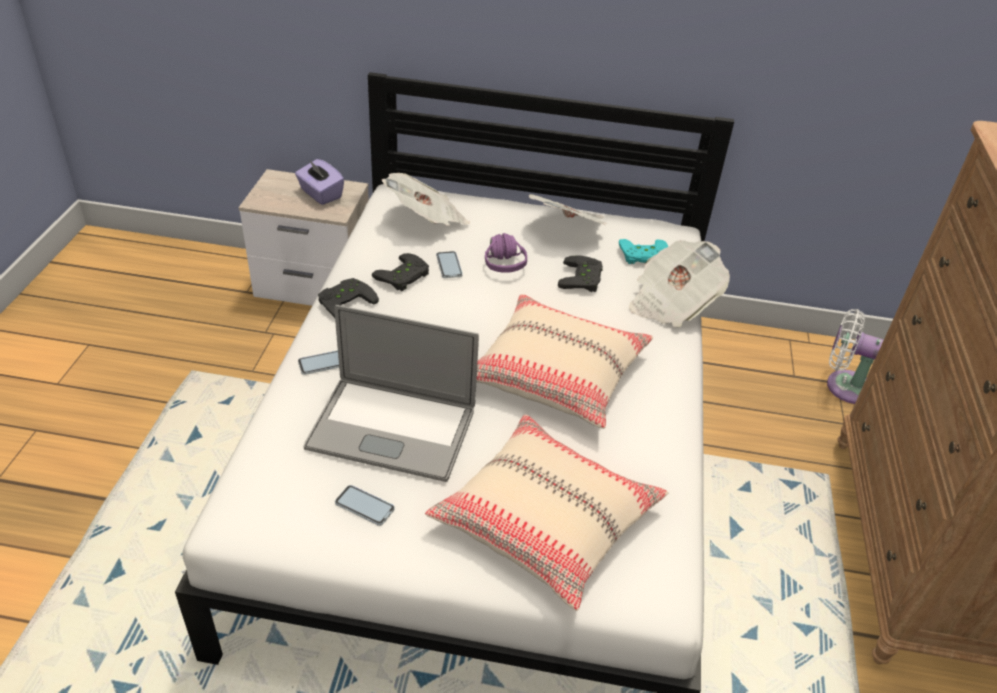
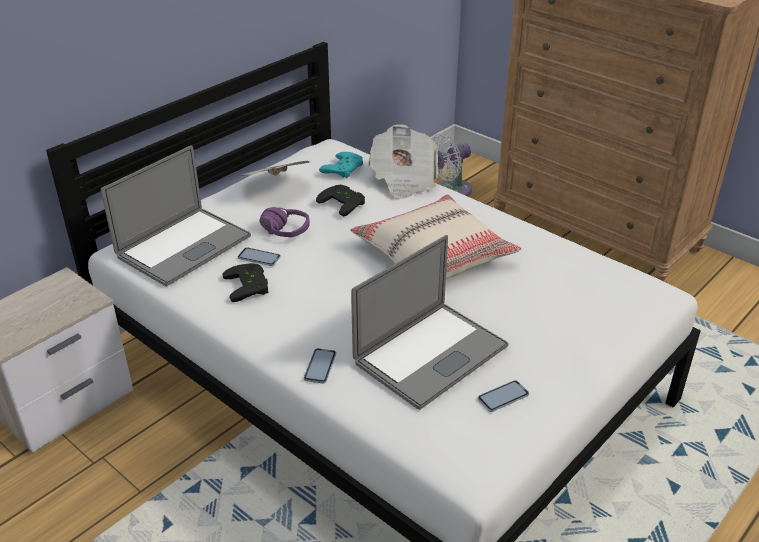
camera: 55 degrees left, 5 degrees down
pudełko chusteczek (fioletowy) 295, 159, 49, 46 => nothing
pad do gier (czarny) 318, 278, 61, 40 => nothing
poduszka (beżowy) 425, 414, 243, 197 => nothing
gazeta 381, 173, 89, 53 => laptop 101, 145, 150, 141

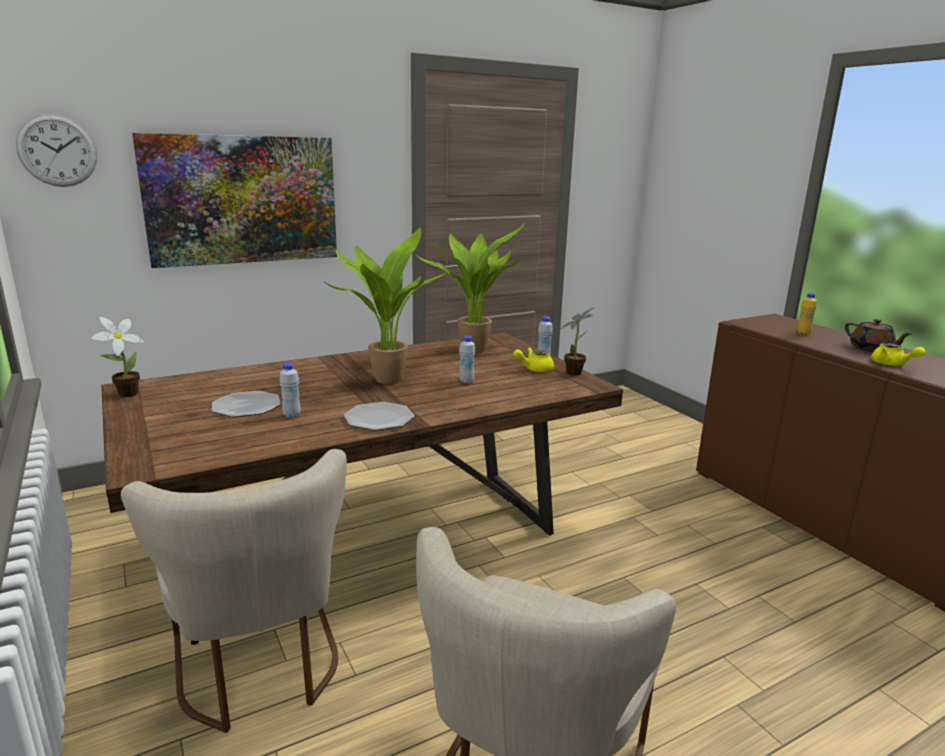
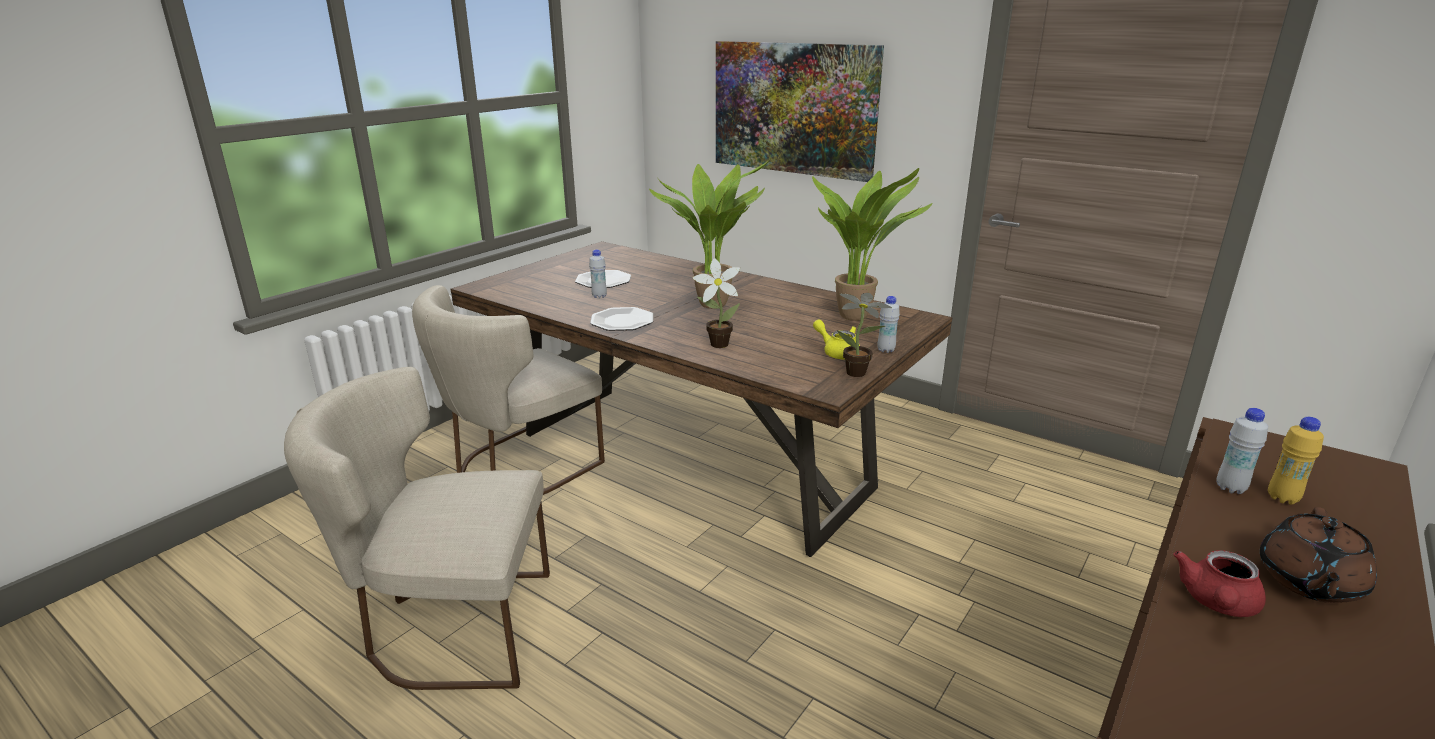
camera: 65 degrees right, 5 degrees up
zegar ścienny 16, 114, 81, 73 => nothing
roślina doniczkowa 91, 317, 53, 80 => roślina doniczkowa 693, 258, 47, 90, shifted
butelka (biały) 459, 335, 16, 49 => butelka (biały) 1216, 408, 52, 86, shifted
imbryk (żółty) 871, 343, 54, 23 => imbryk (czerwony) 1174, 550, 92, 67

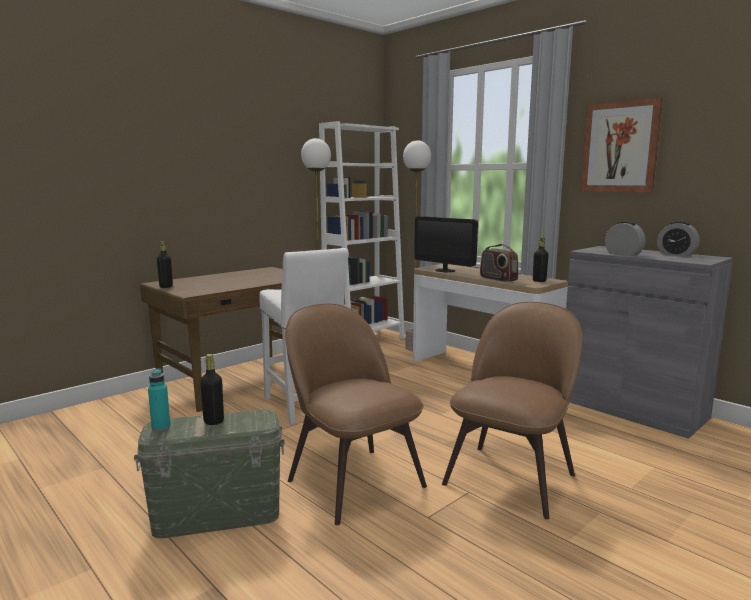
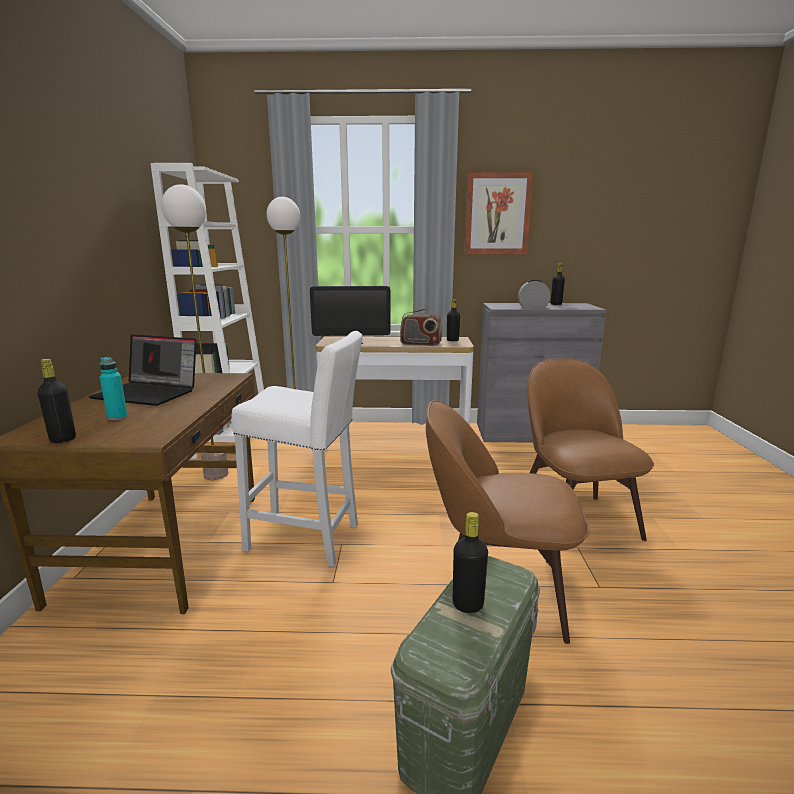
camera: 45 degrees left, 5 degrees up
nothing => laptop 89, 335, 108, 71
butelka (turkusowy) 148, 368, 22, 63 => butelka (turkusowy) 100, 357, 28, 63, shifted
budzik 657, 221, 43, 35 => butelka (czarny) 551, 263, 14, 42

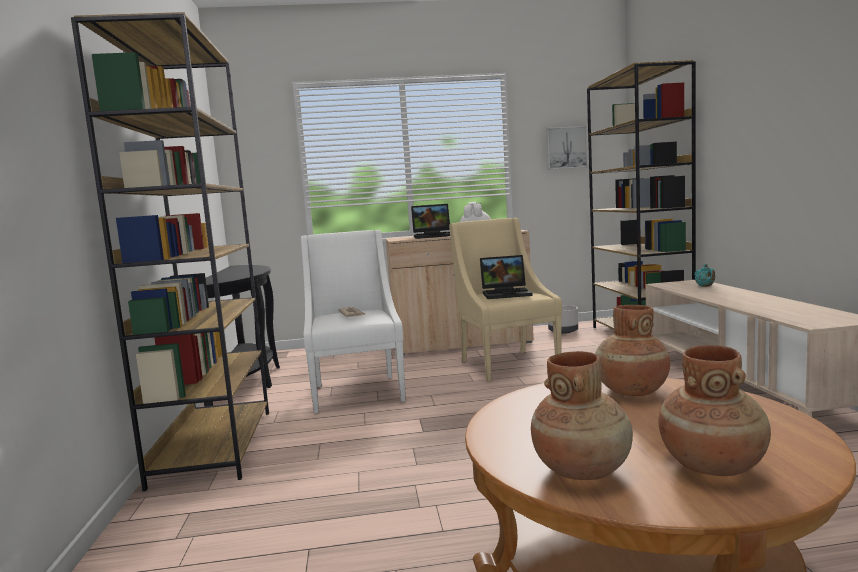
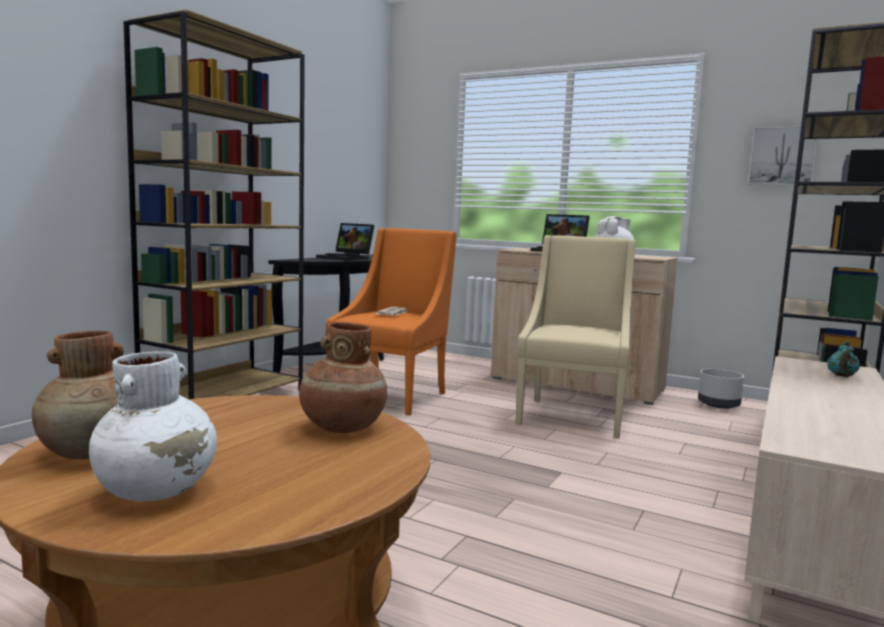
camera: 35 degrees right, 0 degrees up
laptop 480, 255, 53, 44 => laptop 316, 223, 58, 38, shifted
fotel (biały) 301, 230, 105, 184 => fotel (pomarańczowy) 326, 228, 131, 188
wazon (brązowy) 658, 345, 113, 131 => wazon (biały) 89, 351, 128, 150

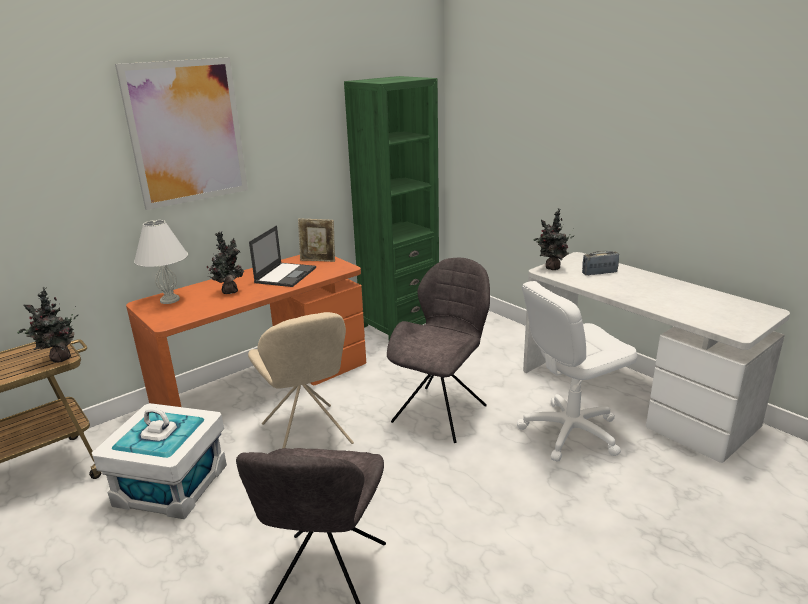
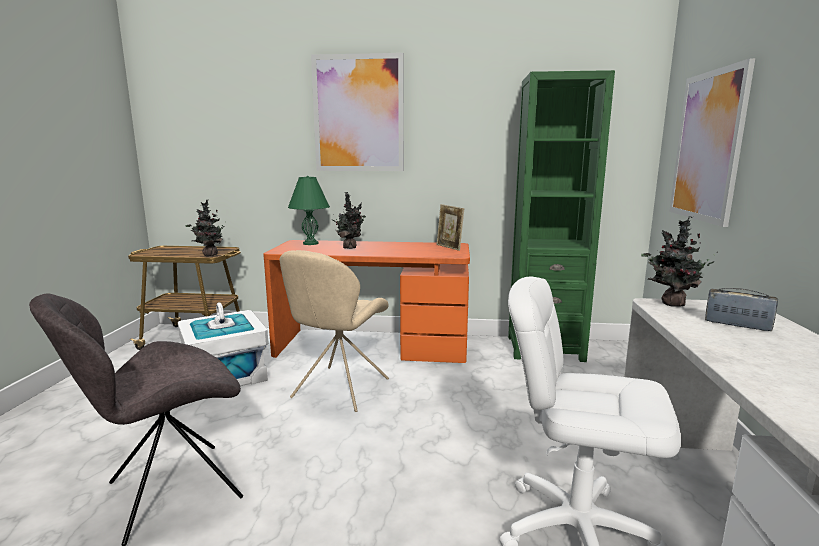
camera: 45 degrees right, 10 degrees down
laptop 249, 225, 67, 62 => nothing
krzesło (szary) 387, 258, 103, 185 => nothing
nothing => obraz 669, 58, 86, 169
lampa stołowa (biały) 134, 220, 54, 84 => lampa stołowa (zielony) 288, 176, 42, 69

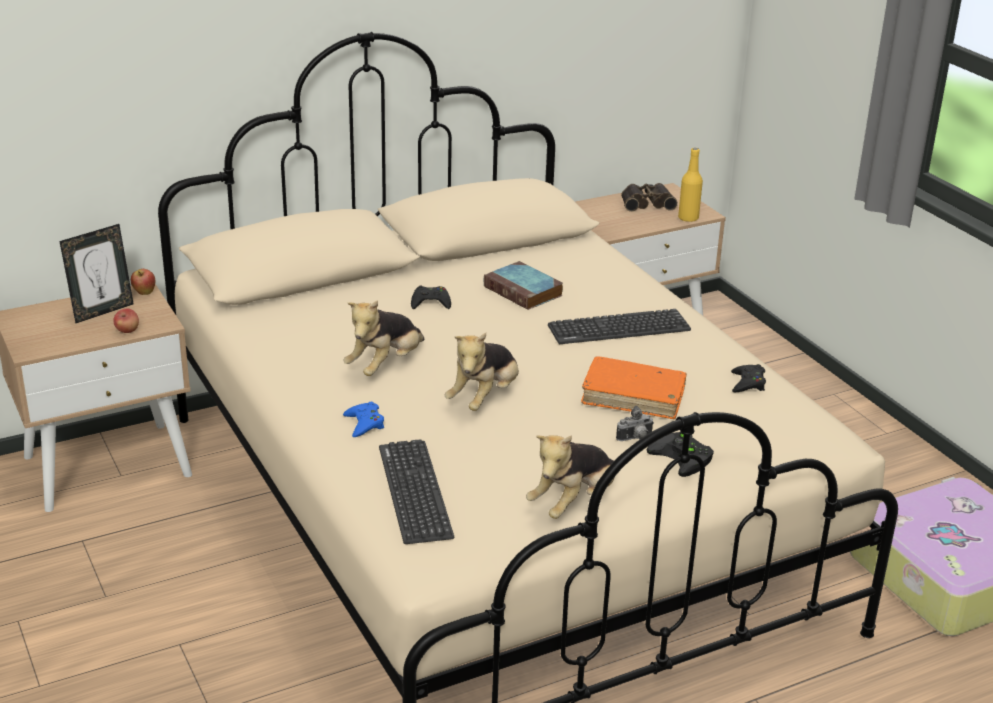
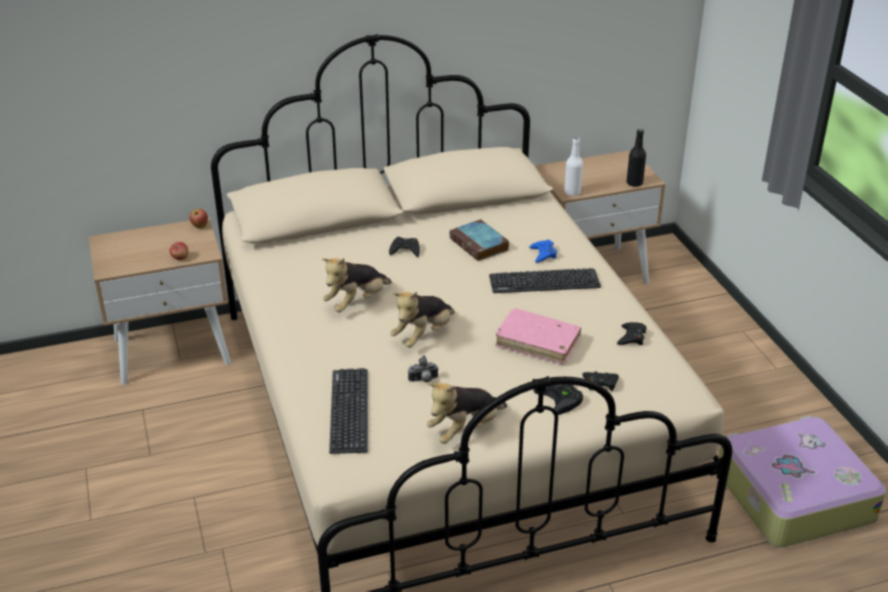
camera: 10 degrees right, 5 degrees up
ramka na zdjęcie 59, 224, 75, 99 => nothing
lornetka 621, 183, 57, 29 => nothing
nothing => butelka (biały) 564, 137, 19, 59
nothing => pad do gier (czarny) 583, 371, 36, 20
pad do gier (niebieski) 343, 402, 41, 35 => pad do gier (niebieski) 529, 240, 28, 23, shifted
aparat fotograficzny 616, 405, 38, 36 => aparat fotograficzny 408, 356, 31, 27, shifted
książka (pomarańczowy) 581, 356, 106, 63 => książka (różowy) 495, 308, 86, 57
butelka (żółty) 678, 148, 25, 74 => butelka (czarny) 627, 129, 19, 58

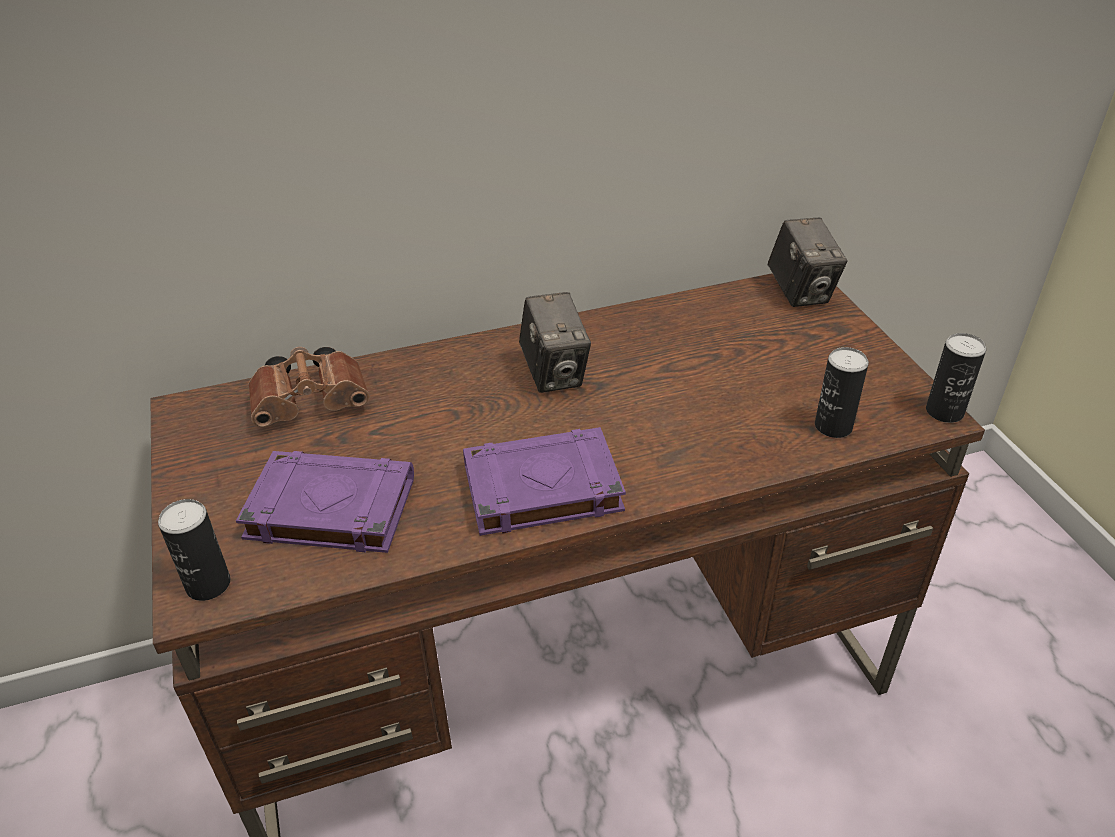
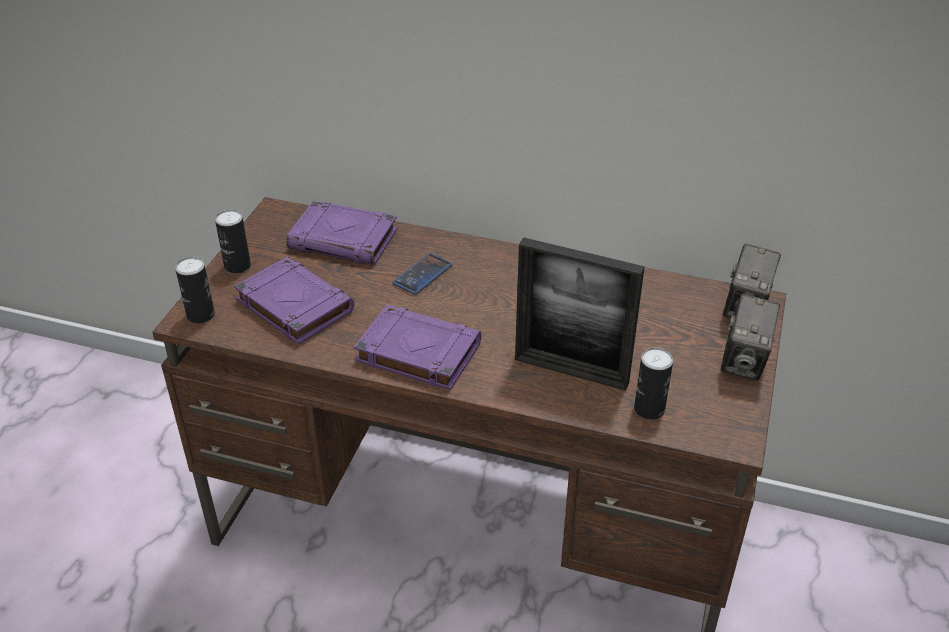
camera: 35 degrees right, 0 degrees up
nothing => telefon 392, 253, 61, 42
nothing => ramka na zdjęcie 515, 237, 130, 154
aparat fotograficzny 519, 292, 72, 101 => aparat fotograficzny 721, 294, 59, 86, shifted
puszka 926, 333, 60, 90 => puszka 215, 210, 36, 64, shifted
lornetka (brązowy) 248, 347, 122, 80 => książka (fioletowy) 286, 201, 111, 64

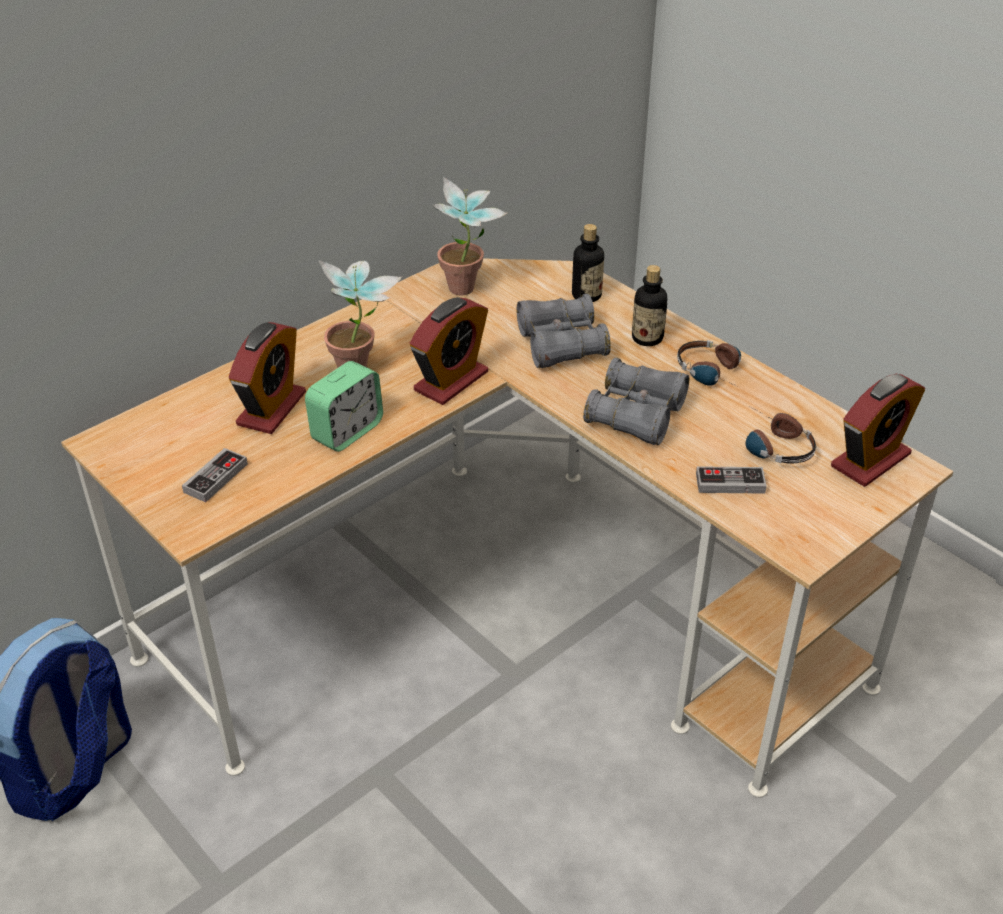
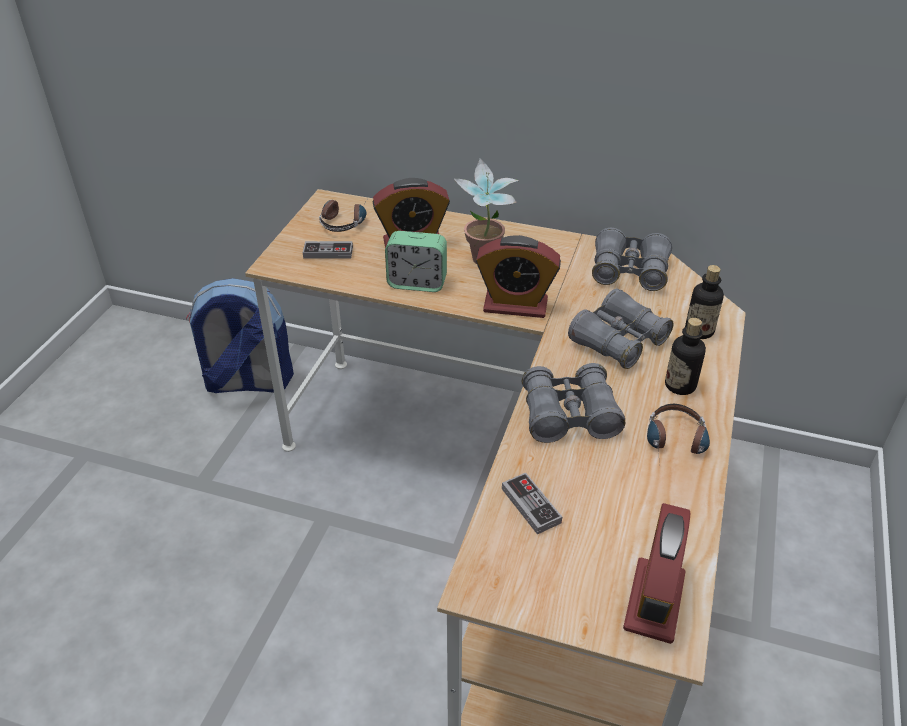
camera: 60 degrees right, 0 degrees up
słuchawki 745, 407, 71, 57 => słuchawki 319, 200, 48, 32, shifted
roślina doniczkowa 433, 177, 74, 118 => lornetka (szary) 592, 228, 80, 63
budzik 831, 374, 94, 113 => budzik 623, 503, 67, 141, 90 degrees clockwise

